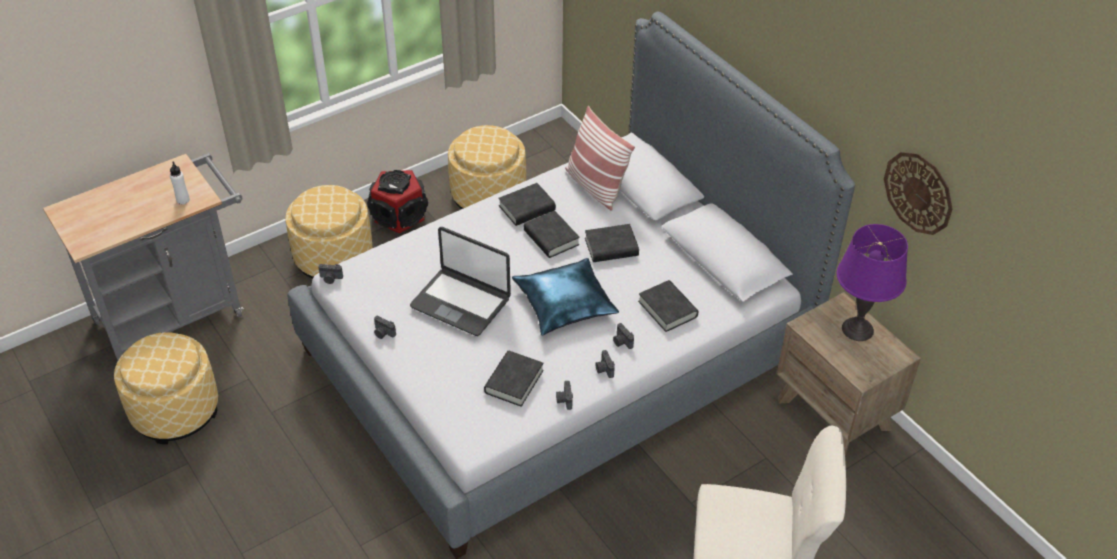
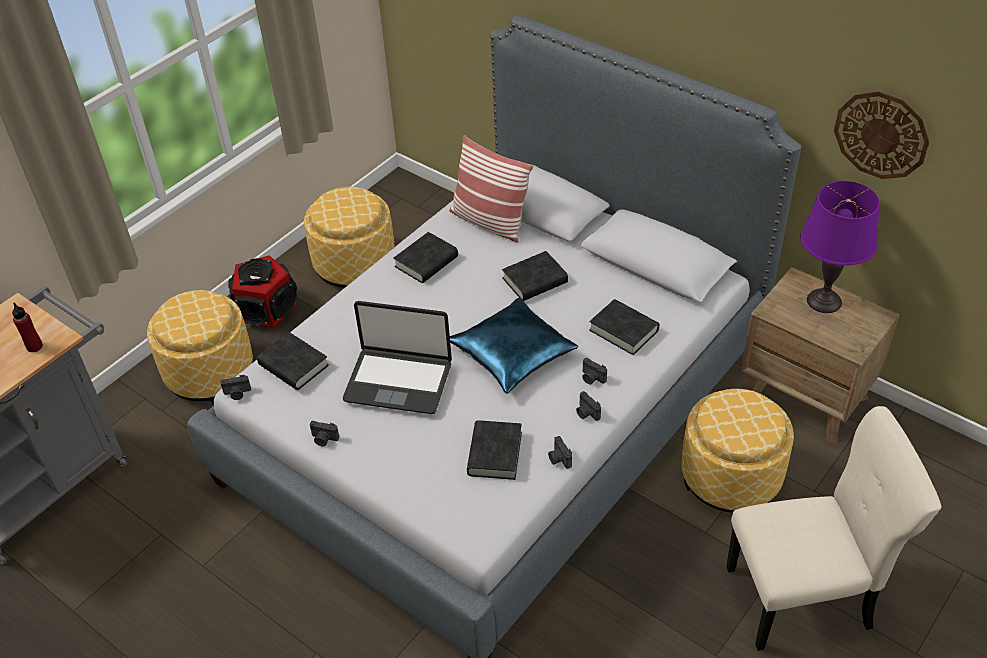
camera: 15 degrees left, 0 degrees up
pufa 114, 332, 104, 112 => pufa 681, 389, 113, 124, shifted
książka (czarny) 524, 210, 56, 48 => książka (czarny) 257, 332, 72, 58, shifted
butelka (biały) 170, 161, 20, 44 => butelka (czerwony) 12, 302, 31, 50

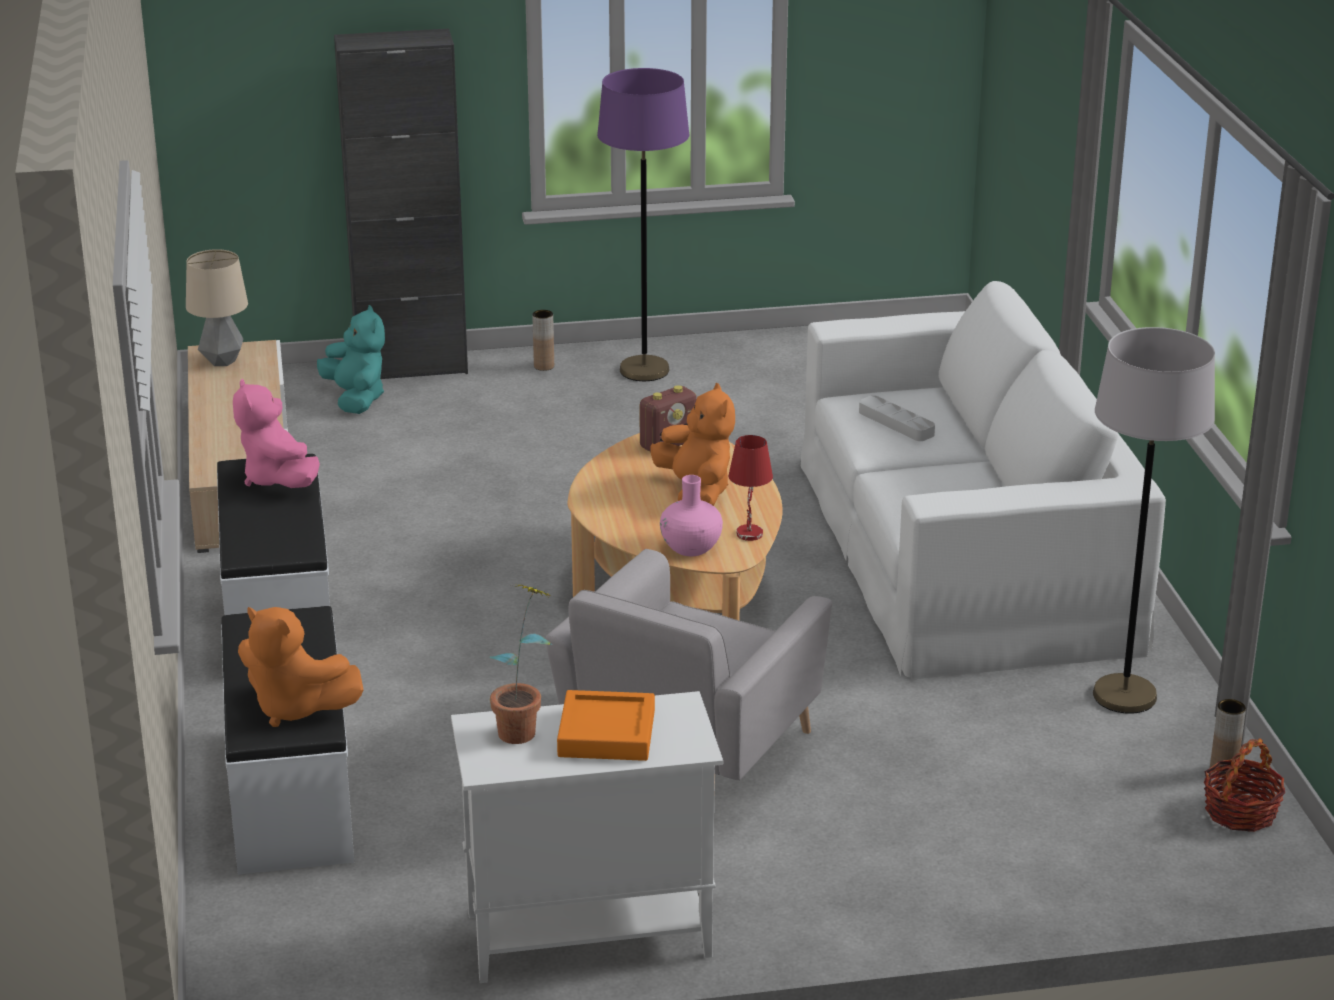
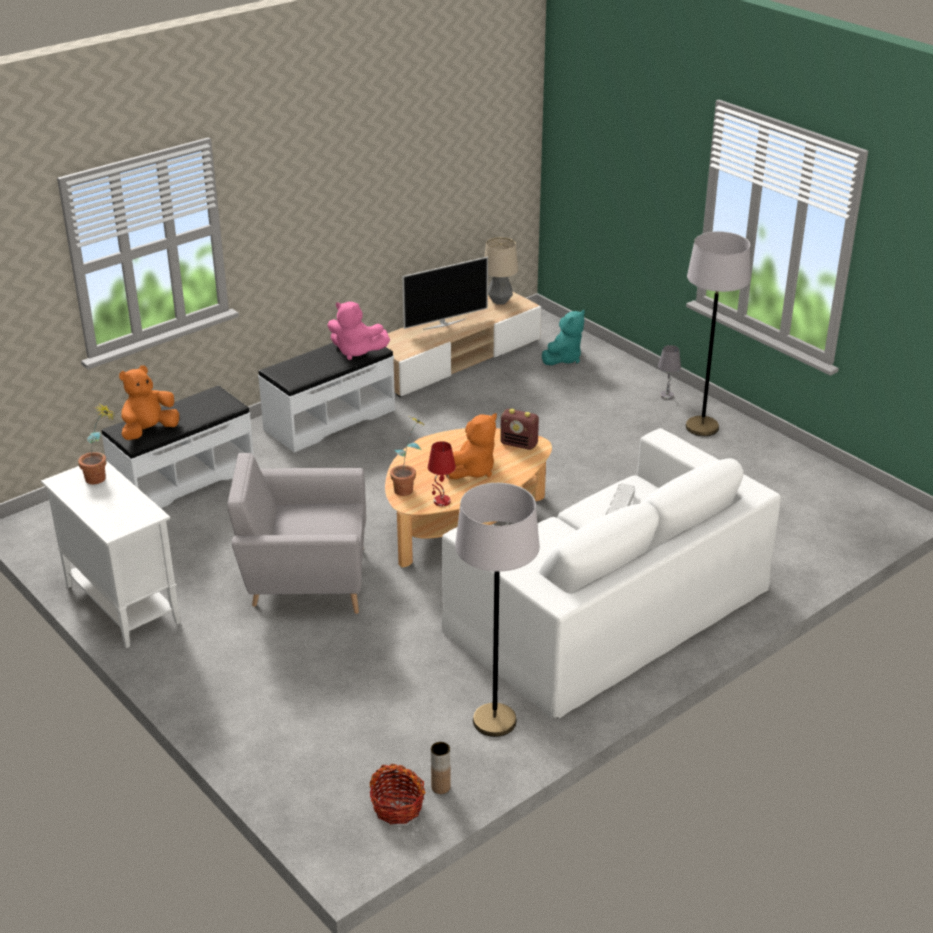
camera: 60 degrees right, 5 degrees up
szafka (czarny) 334, 29, 134, 350 => nothing
taca (pomarańczowy) 557, 690, 98, 71 => nothing
nothing => telewizor 402, 257, 86, 73
wazon (brązowy) 532, 310, 22, 61 => lampa stołowa (szary) 658, 345, 23, 55
wazon (różowy) 660, 475, 63, 81 => roślina doniczkowa 390, 417, 35, 79
lampa stojąca (fioletowy) 597, 68, 92, 313 => lampa stojąca (szary) 686, 231, 64, 205
pluszak (różowy) 233, 379, 87, 109 => pluszak (różowy) 328, 302, 62, 58, 105 degrees counterclockwise
pluszak (pomarańczowy) 238, 607, 126, 120 => pluszak (pomarańczowy) 119, 365, 60, 75, 45 degrees clockwise

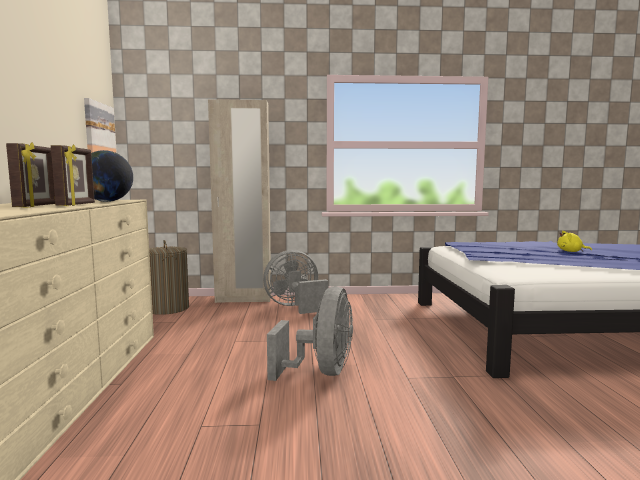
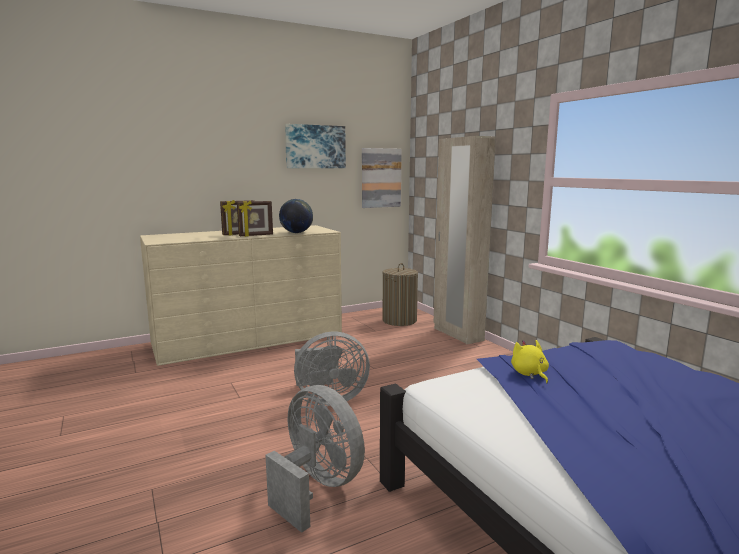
camera: 65 degrees right, 5 degrees up
nothing => obraz 285, 124, 61, 44
wentylator (szary) 263, 250, 66, 64 => wentylator (szary) 265, 385, 100, 148, shifted
pluszak (żółty) 557, 231, 35, 21 => pluszak (żółty) 511, 340, 38, 43, shifted

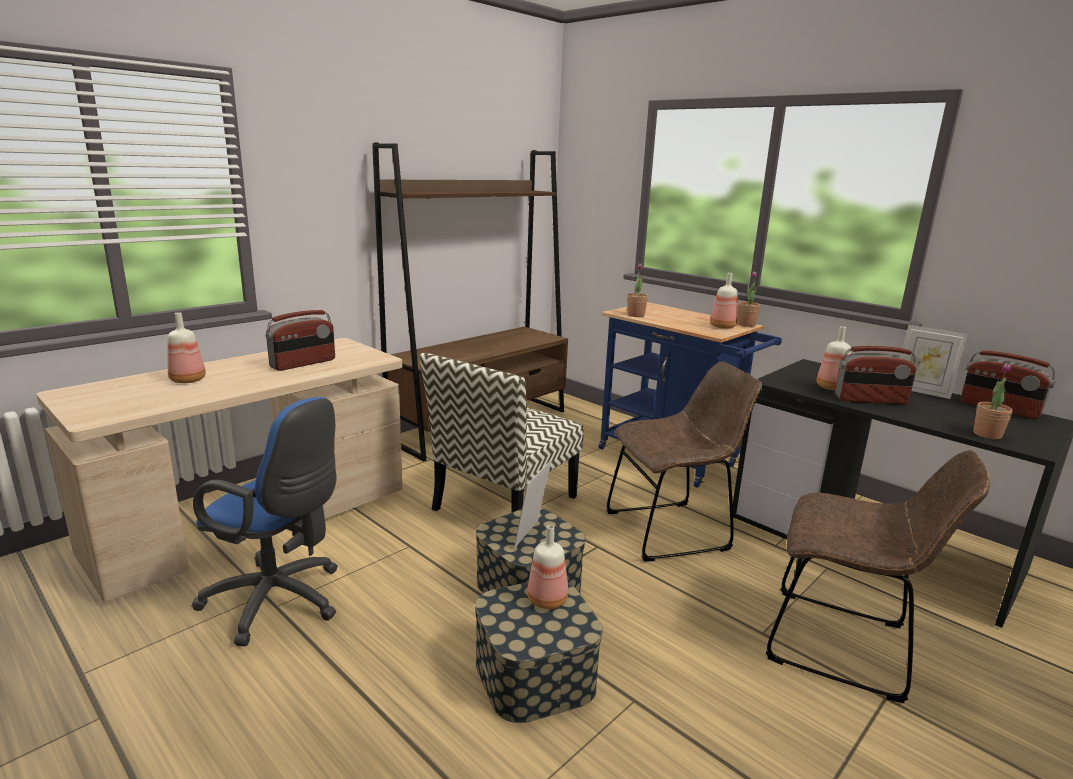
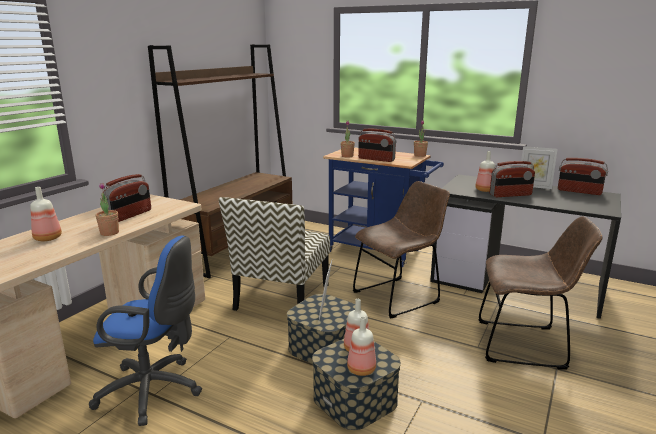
camera: 15 degrees left, 0 degrees up
nothing => radio 358, 129, 38, 33
butelka 710, 273, 28, 56 => butelka 347, 316, 29, 60, shifted
roślina doniczkowa 973, 363, 40, 76 => roślina doniczkowa 96, 183, 23, 53, shifted

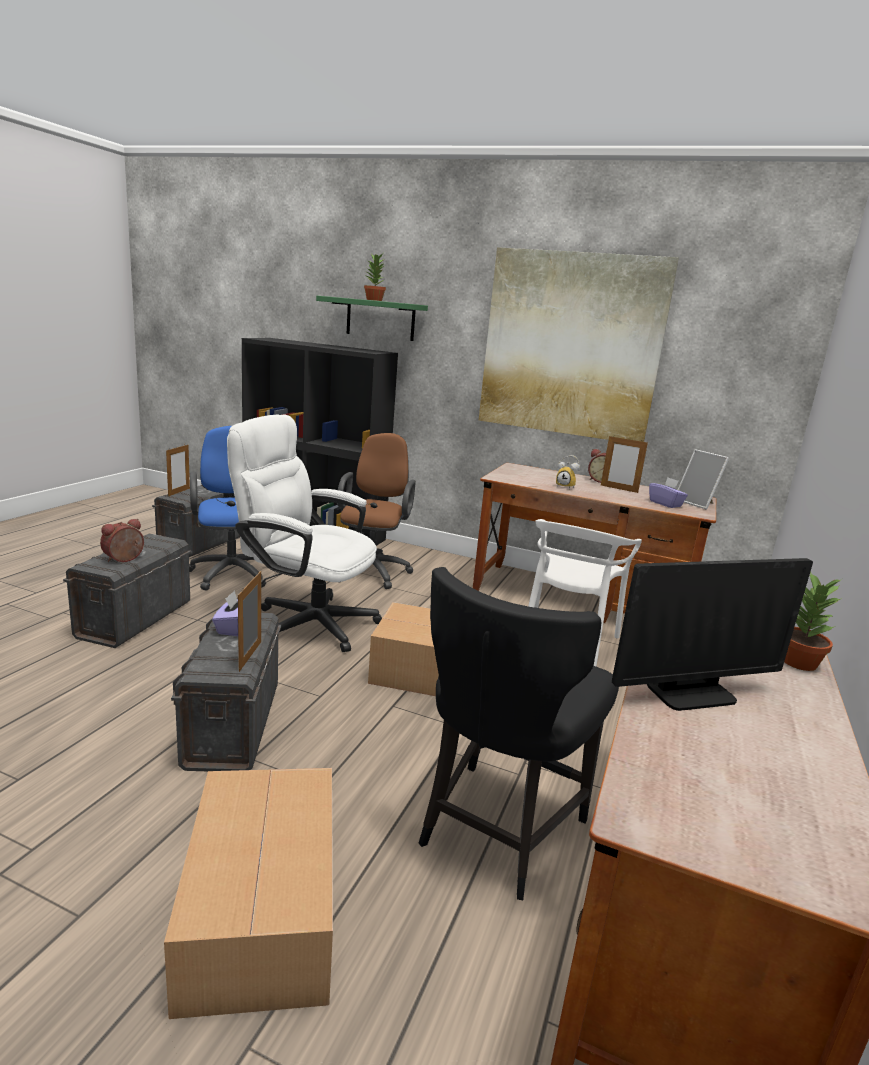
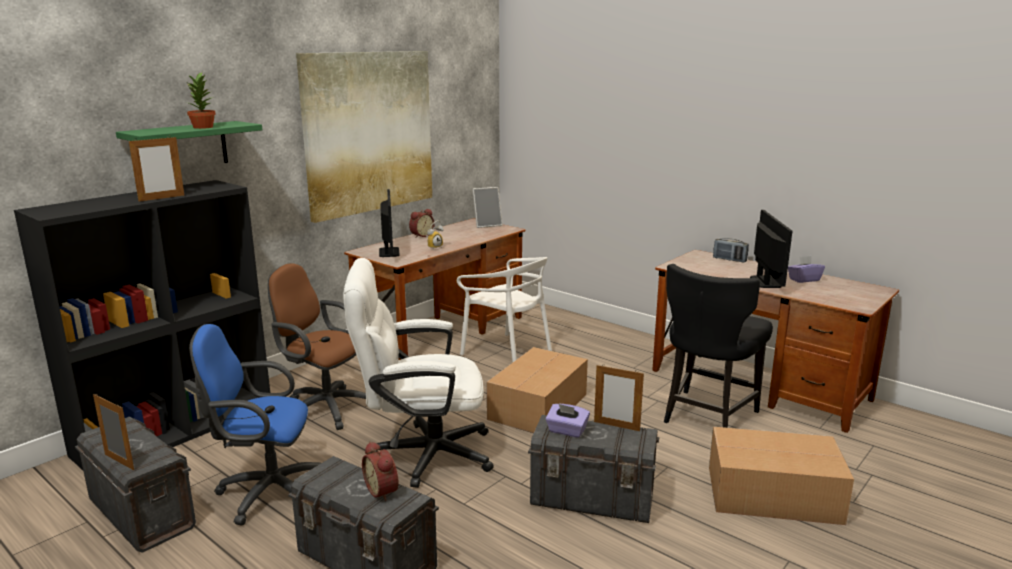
camera: 70 degrees left, 0 degrees up
nothing => monitor 379, 189, 21, 68
ramka na zdjęcie 601, 435, 47, 58 => ramka na zdjęcie 129, 137, 55, 65, shifted
pudełko chusteczek (fioletowy) 649, 477, 39, 31 => pudełko chusteczek (fioletowy) 788, 256, 37, 27, shifted
roślina doniczkowa 784, 572, 58, 99 => radio 713, 238, 36, 24
krzesło biurowe (biały) 227, 415, 155, 237 => krzesło biurowe (biały) 343, 258, 151, 230, 45 degrees clockwise
krzesło (czarny) 419, 567, 200, 333 => krzesło (czarny) 664, 264, 109, 164, 75 degrees clockwise

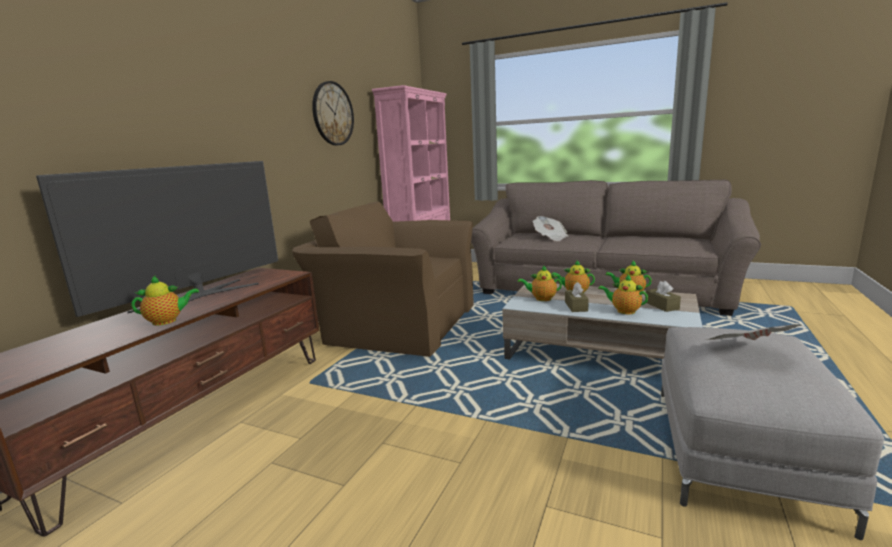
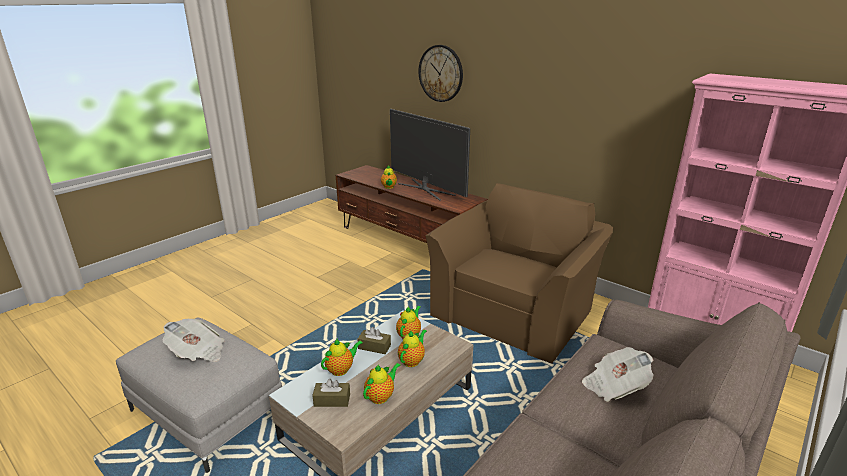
camera: 105 degrees right, 10 degrees up
zegar ścienny 312, 81, 42, 65 => zegar ścienny 419, 45, 44, 57, shifted

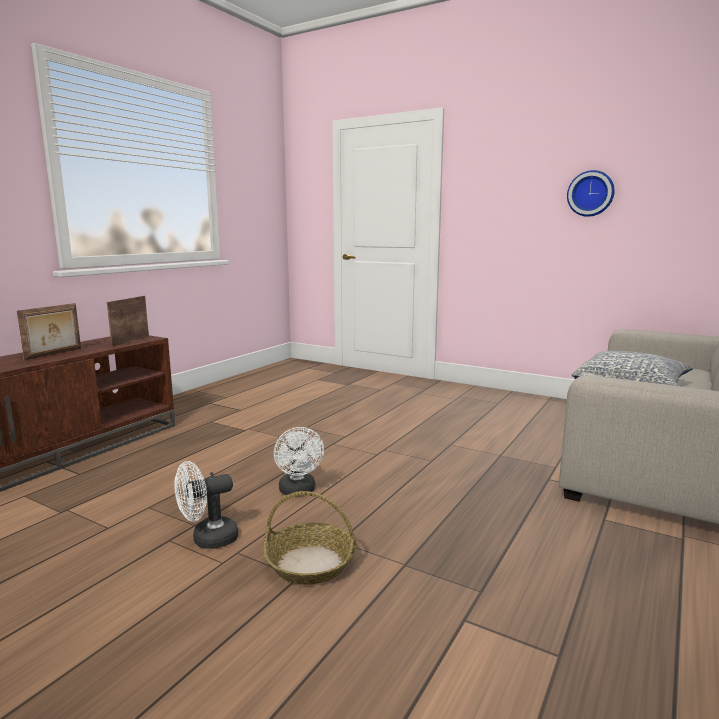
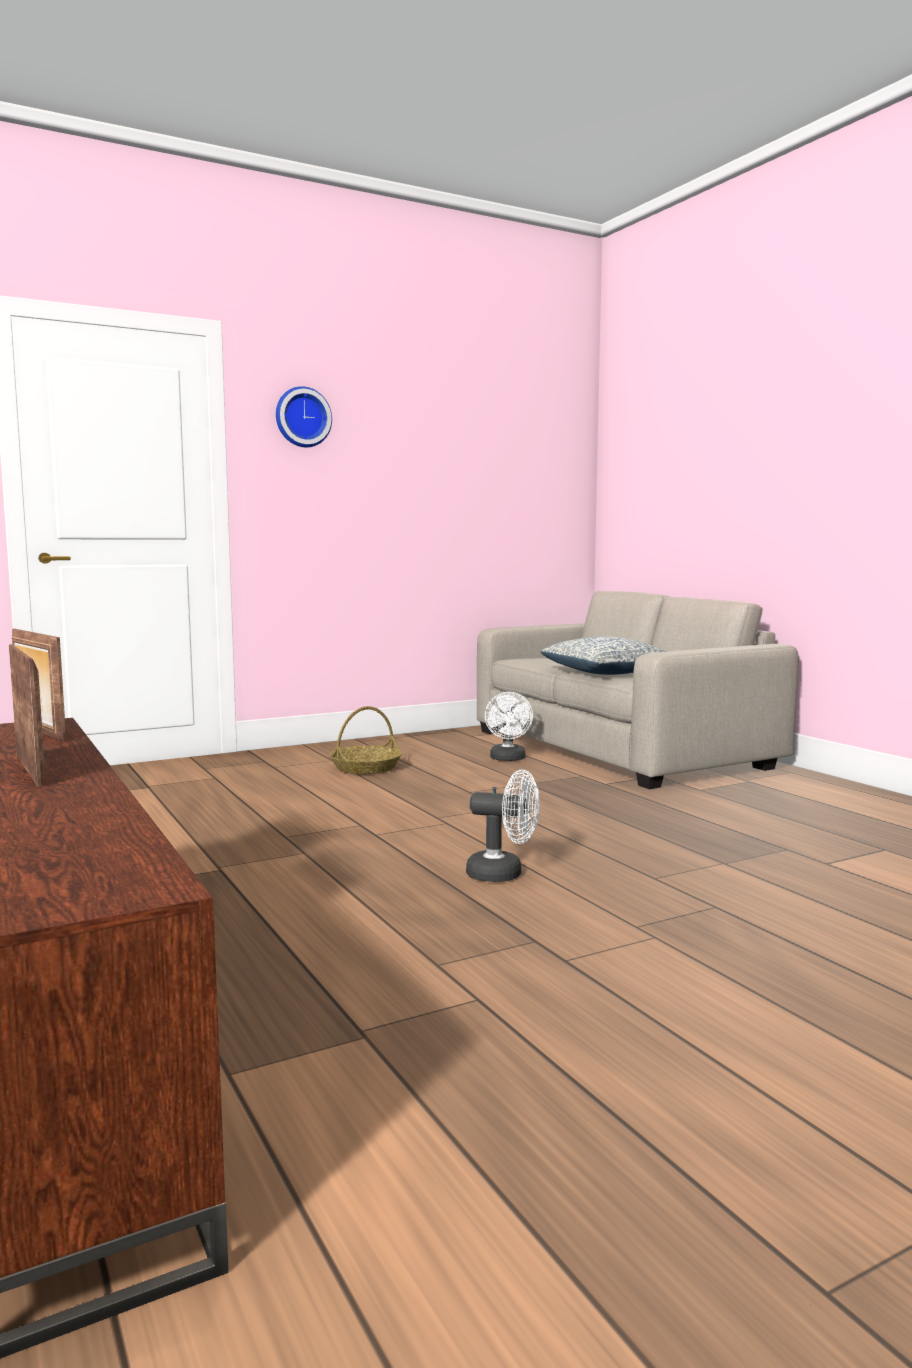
camera: 60 degrees left, 5 degrees down
wentylator (biały) 174, 461, 64, 88 => wentylator (biały) 485, 692, 48, 69, shifted
koszyk 263, 491, 93, 94 => koszyk 329, 706, 73, 68, shifted
zegar ścienny 567, 170, 48, 47 => zegar ścienny 276, 386, 56, 61, shifted

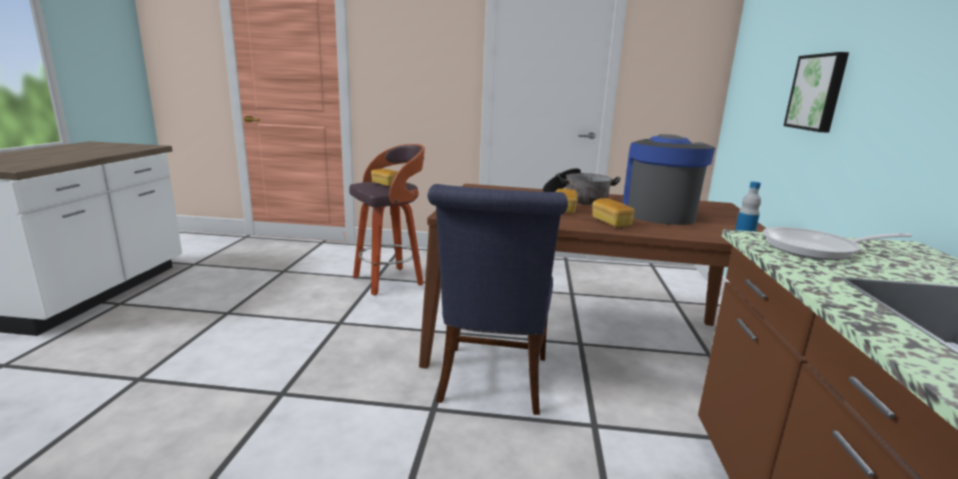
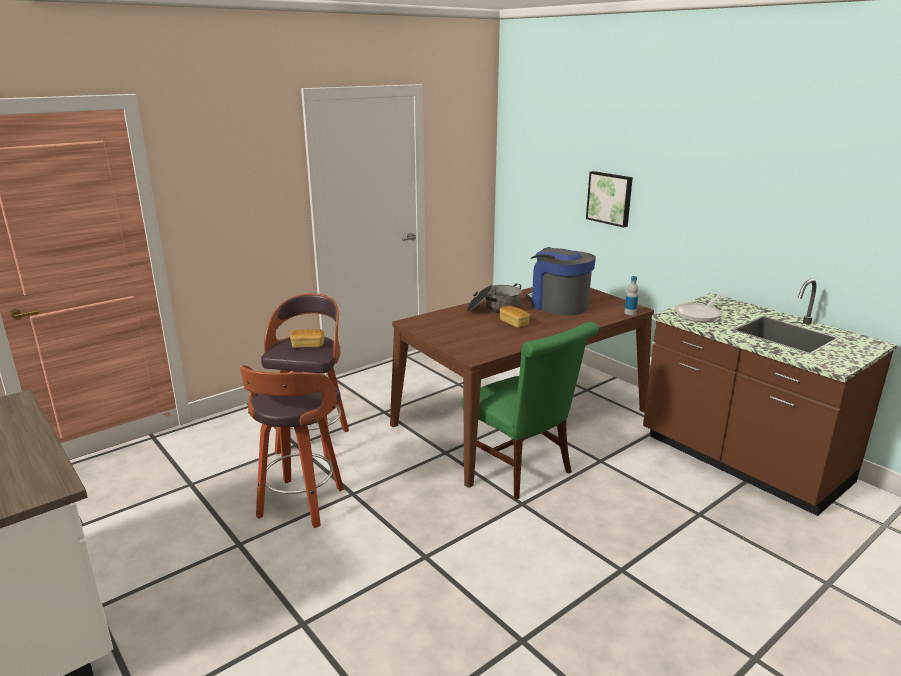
camera: 45 degrees left, 5 degrees up
chleb 592, 198, 43, 29 => nothing
nothing => stołek 240, 365, 104, 163
krzesło (niebieski) 428, 184, 140, 231 => krzesło (zielony) 462, 322, 137, 177

